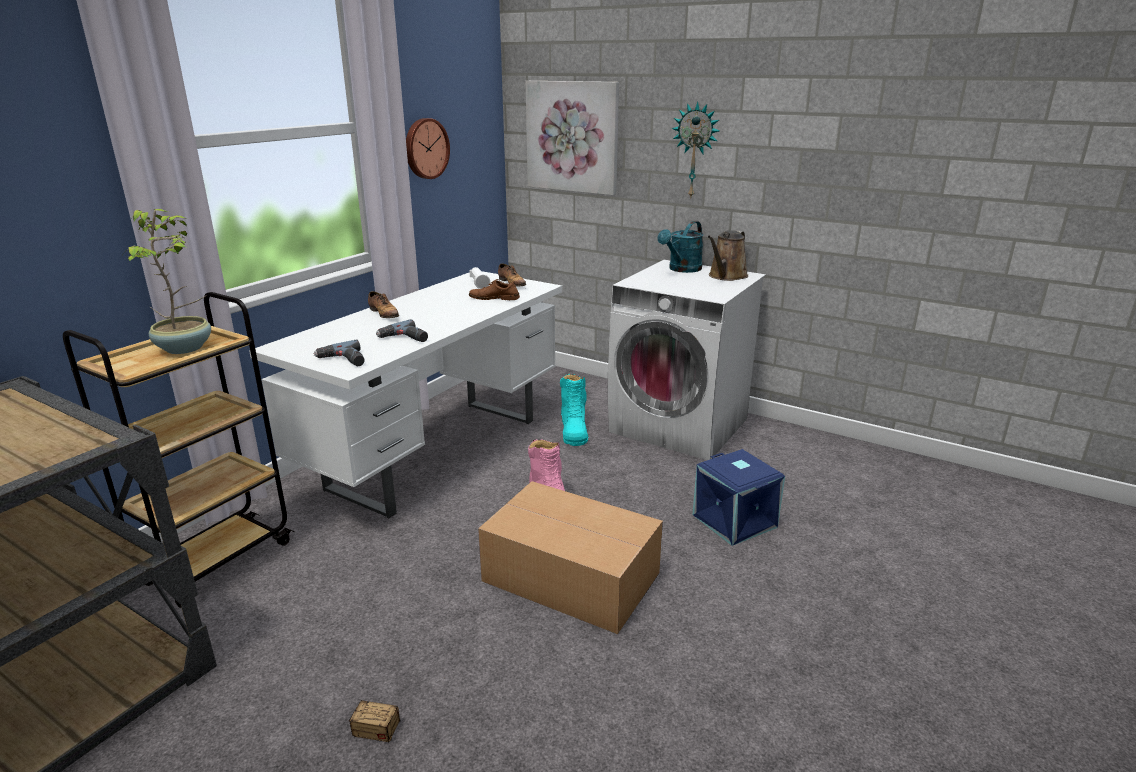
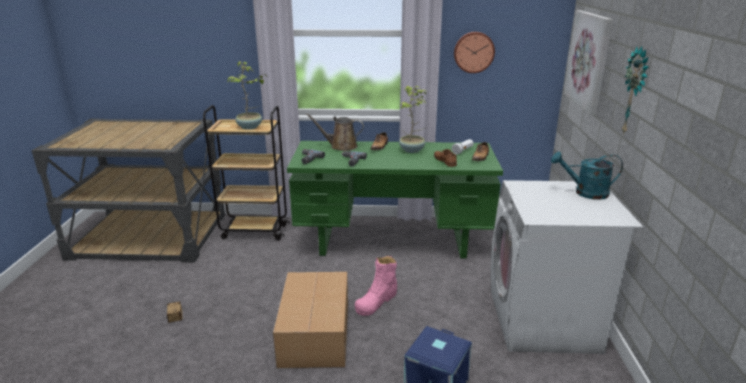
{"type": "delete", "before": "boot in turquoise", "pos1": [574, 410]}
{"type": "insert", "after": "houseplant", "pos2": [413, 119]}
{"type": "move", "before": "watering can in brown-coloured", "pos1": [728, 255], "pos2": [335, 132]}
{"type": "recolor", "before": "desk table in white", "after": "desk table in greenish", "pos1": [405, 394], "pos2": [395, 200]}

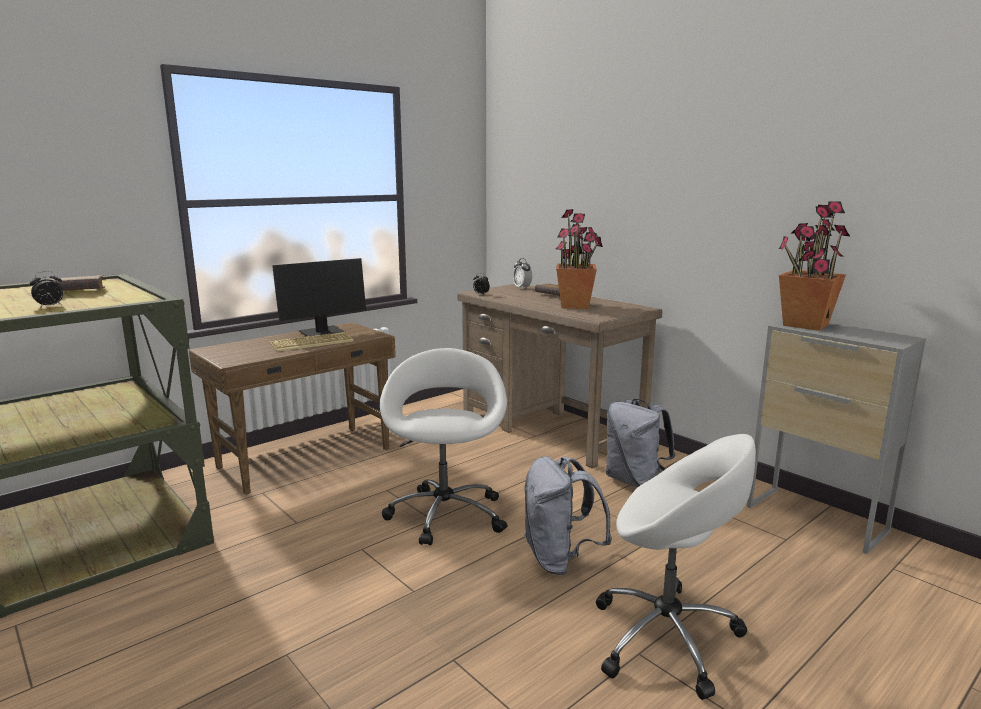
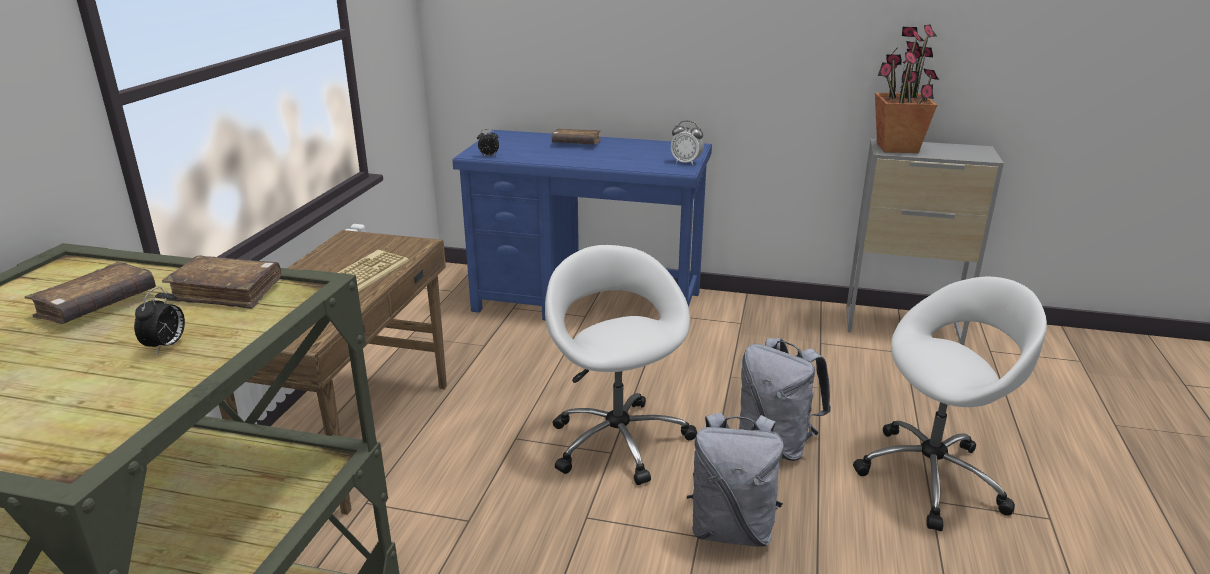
{"type": "delete", "before": "computer display", "pos1": [319, 297]}
{"type": "delete", "before": "houseplant", "pos1": [579, 259]}
{"type": "insert", "after": "bound book in brown-coloured", "pos2": [221, 282]}
{"type": "move", "before": "alarm clock", "pos1": [522, 273], "pos2": [687, 143]}
{"type": "move", "before": "backpack in gray", "pos1": [640, 443], "pos2": [735, 479]}
{"type": "recolor", "before": "desk table in brown-coloured", "after": "desk table in blue", "pos1": [560, 376], "pos2": [582, 225]}

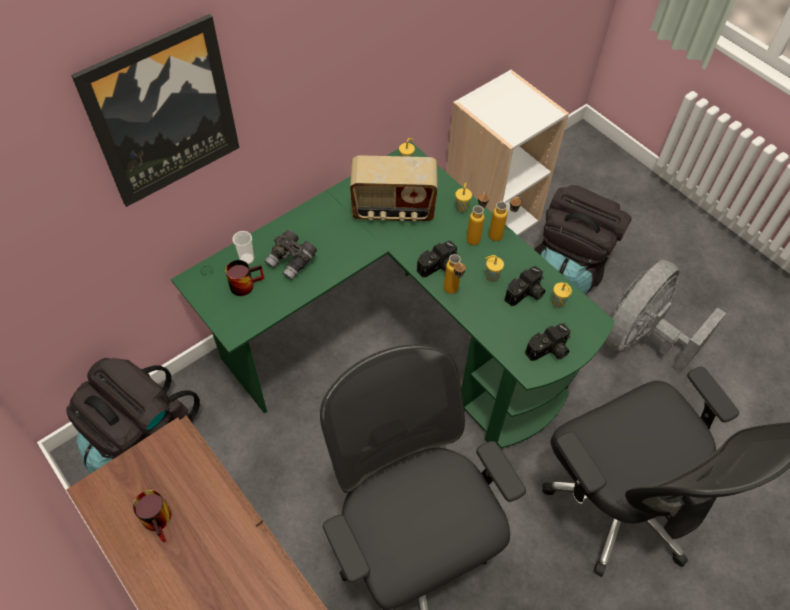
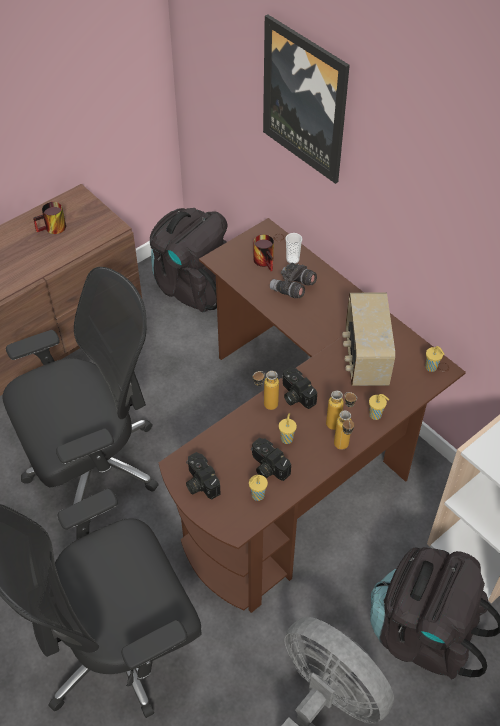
{"type": "recolor", "before": "desk table in greenish", "after": "desk table in brown-coloured", "pos1": [393, 295], "pos2": [312, 415]}

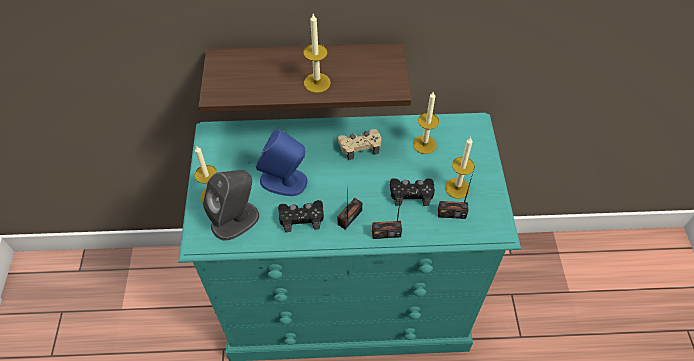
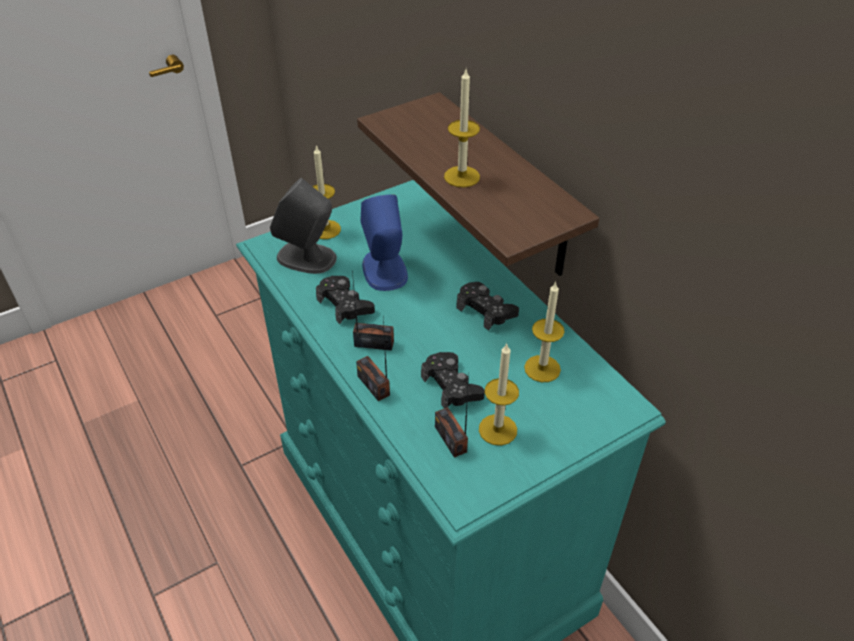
{"type": "recolor", "before": "game controller in beige", "after": "game controller in black-coloured", "pos1": [359, 144], "pos2": [487, 306]}

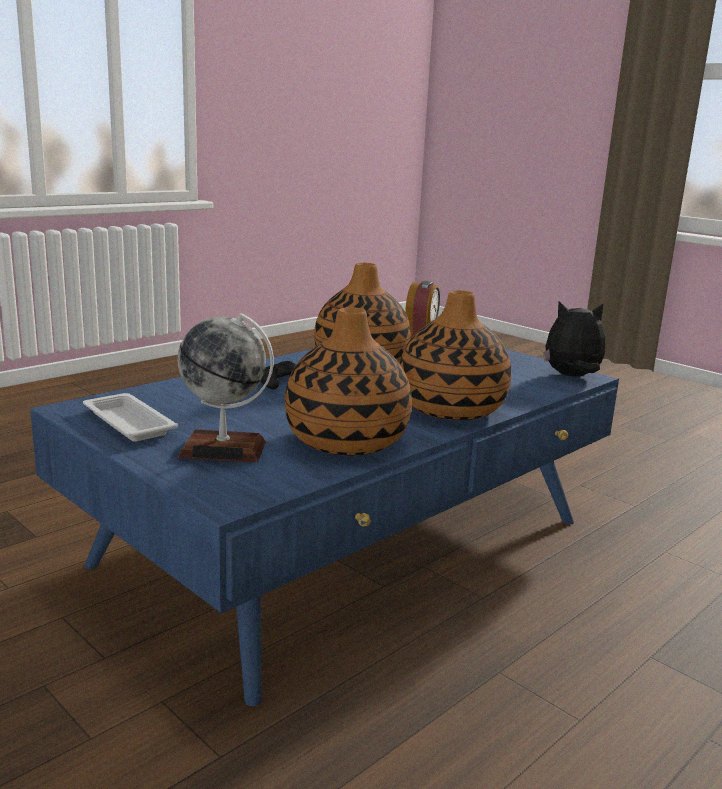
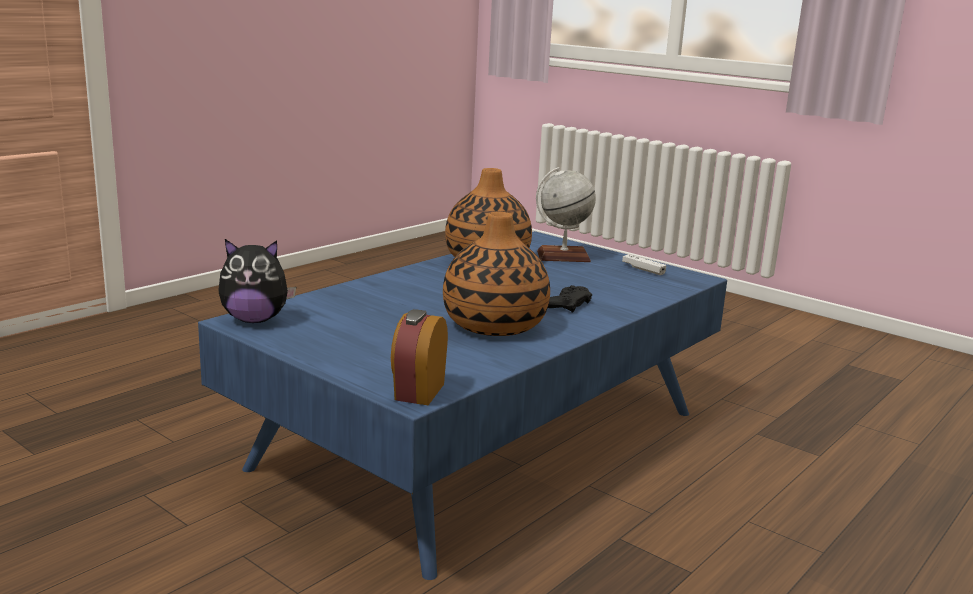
{"type": "delete", "before": "decorative vase", "pos1": [456, 355]}
{"type": "replace", "before": "tray in white", "after": "game controller in white", "pos1": [130, 417], "pos2": [644, 264]}

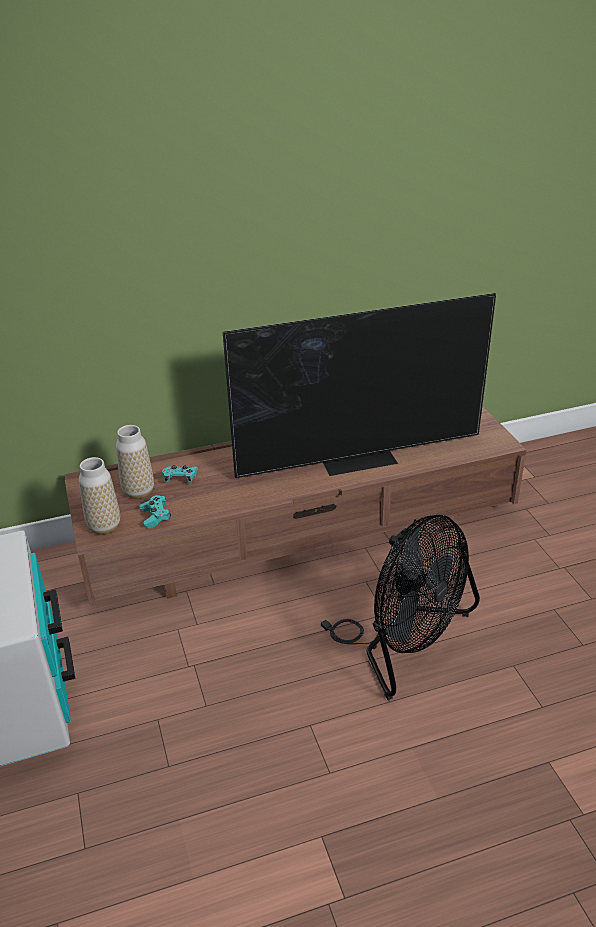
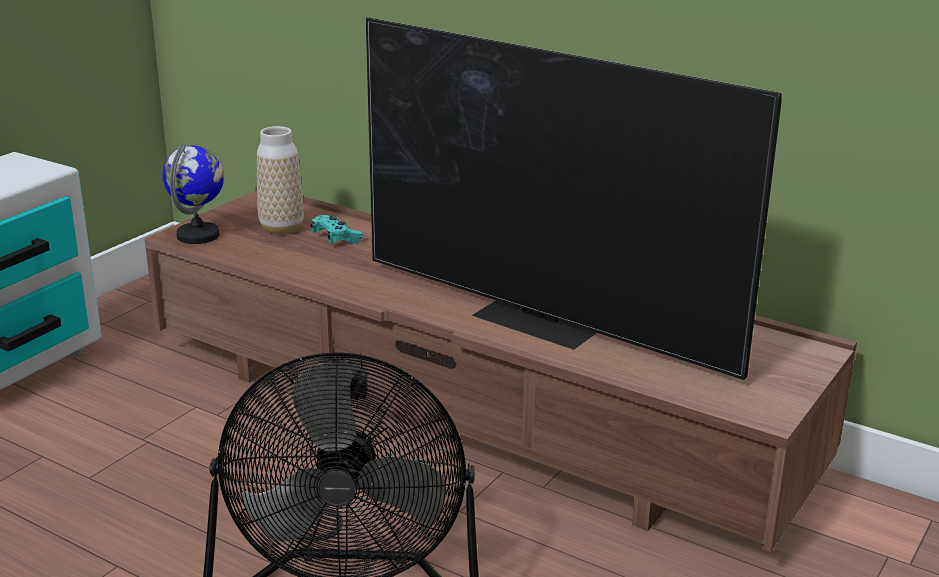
{"type": "delete", "before": "game controller in turquoise", "pos1": [155, 512]}
{"type": "replace", "before": "decorative vase", "after": "globe", "pos1": [99, 495], "pos2": [193, 193]}

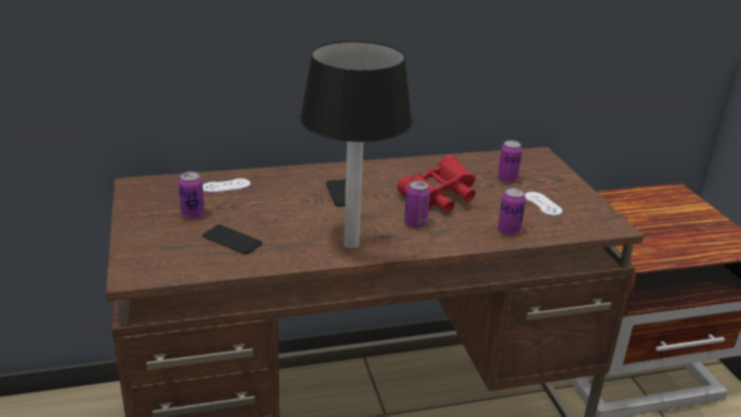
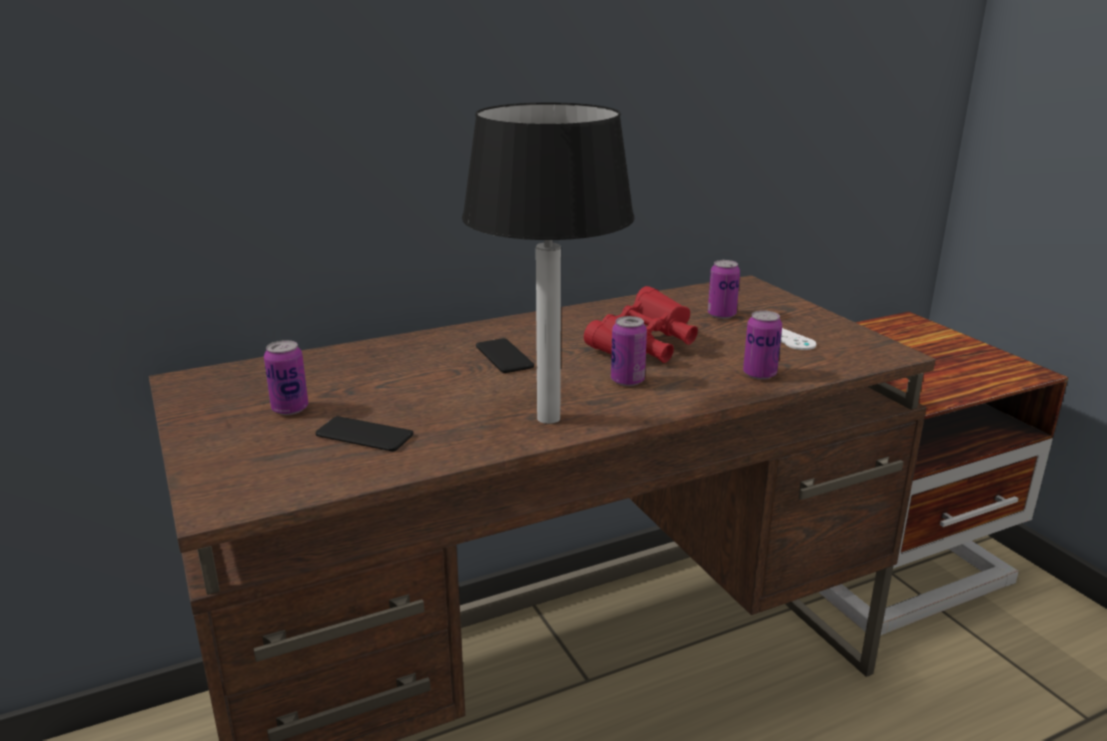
{"type": "delete", "before": "game controller in white", "pos1": [226, 185]}

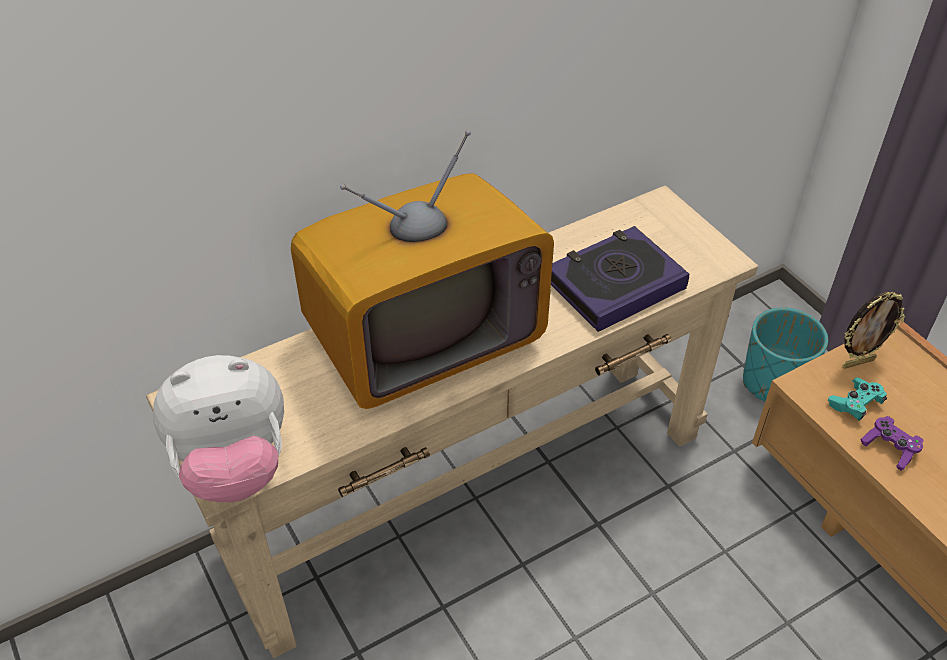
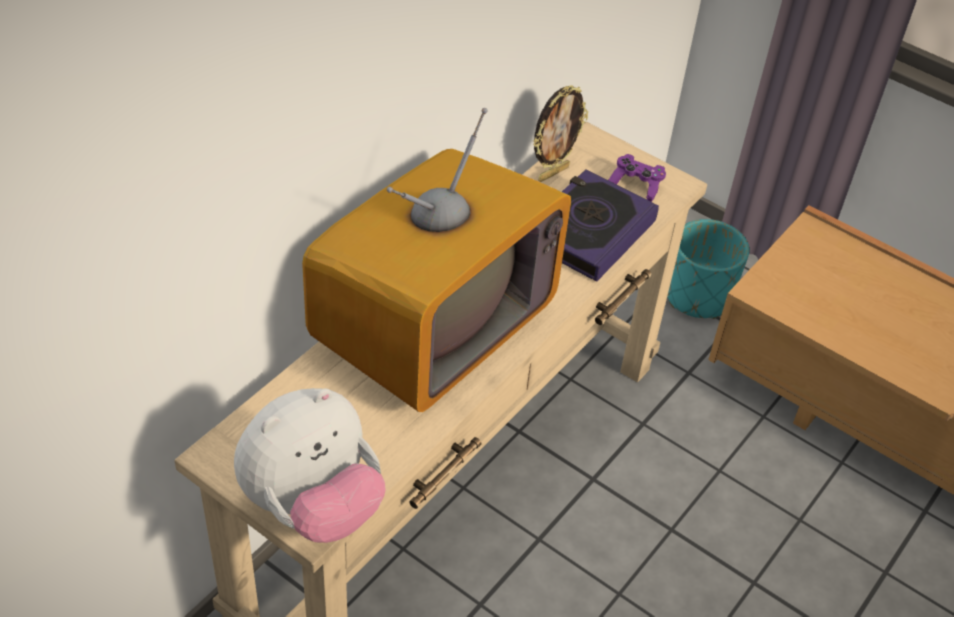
{"type": "delete", "before": "game controller in turquoise", "pos1": [857, 399]}
{"type": "move", "before": "picture frame", "pos1": [873, 330], "pos2": [560, 133]}
{"type": "move", "before": "game controller in purplish", "pos1": [892, 443], "pos2": [637, 178]}

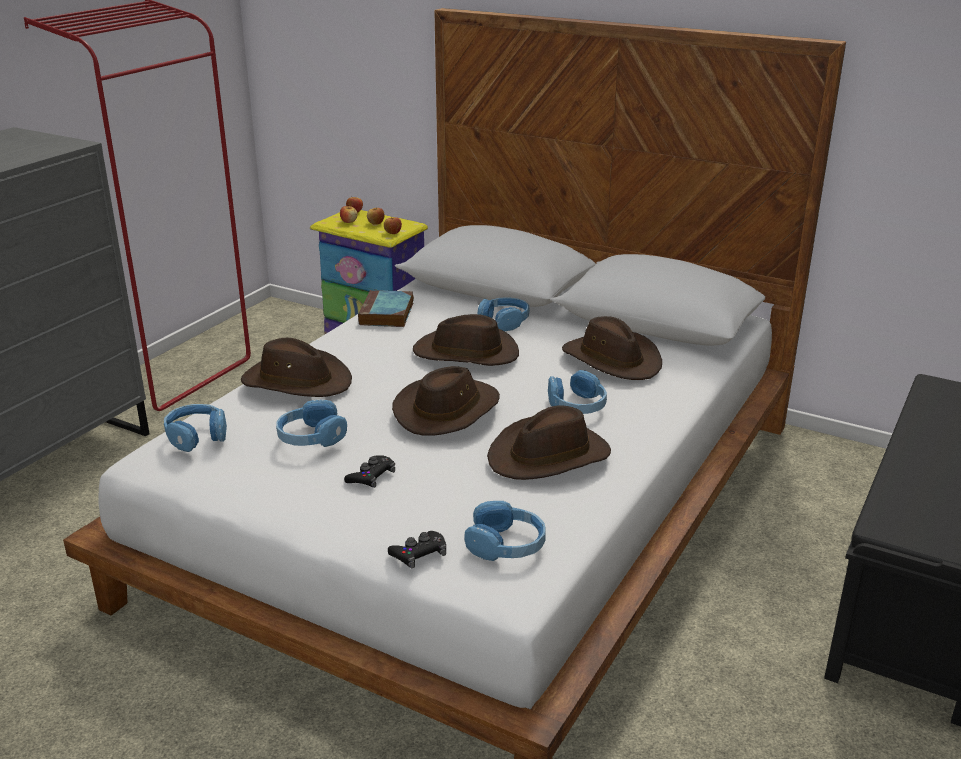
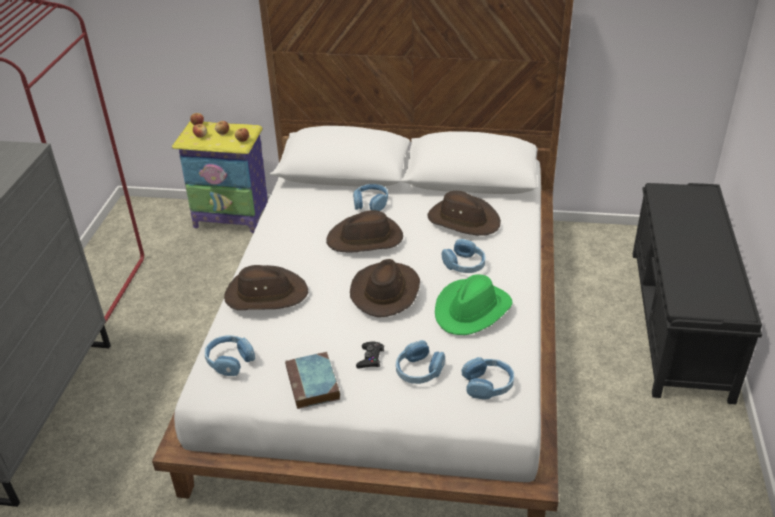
{"type": "delete", "before": "game controller in black-coloured", "pos1": [417, 550]}
{"type": "move", "before": "headset in blue", "pos1": [311, 423], "pos2": [420, 362]}
{"type": "move", "before": "bound book", "pos1": [386, 308], "pos2": [312, 380]}
{"type": "recolor", "before": "clothing hat in brown-coloured", "after": "clothing hat in greenish", "pos1": [549, 443], "pos2": [474, 304]}

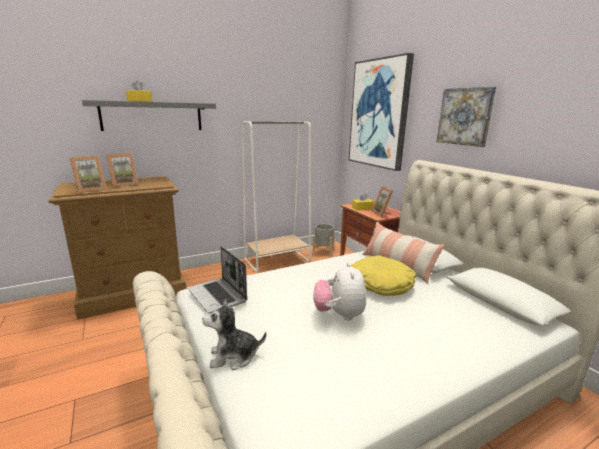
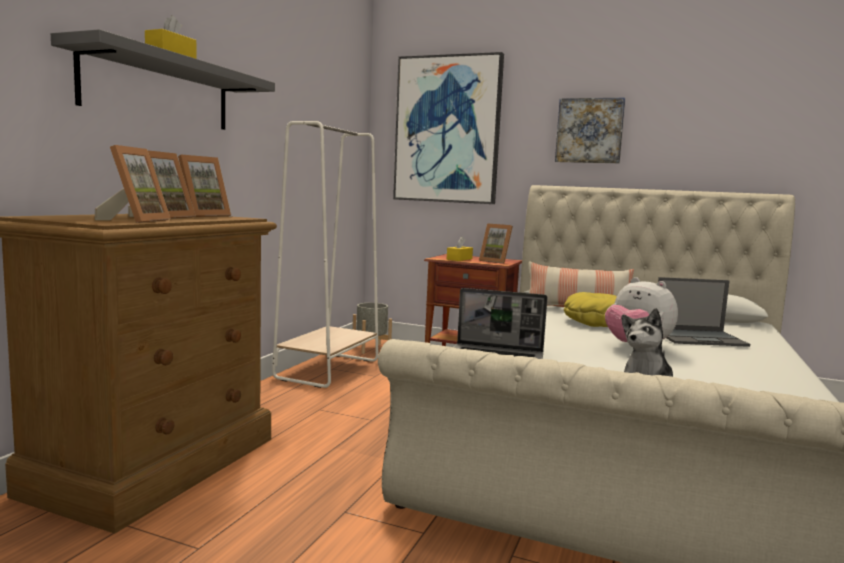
{"type": "insert", "after": "picture frame", "pos2": [204, 185]}
{"type": "insert", "after": "notebook computer", "pos2": [704, 312]}

